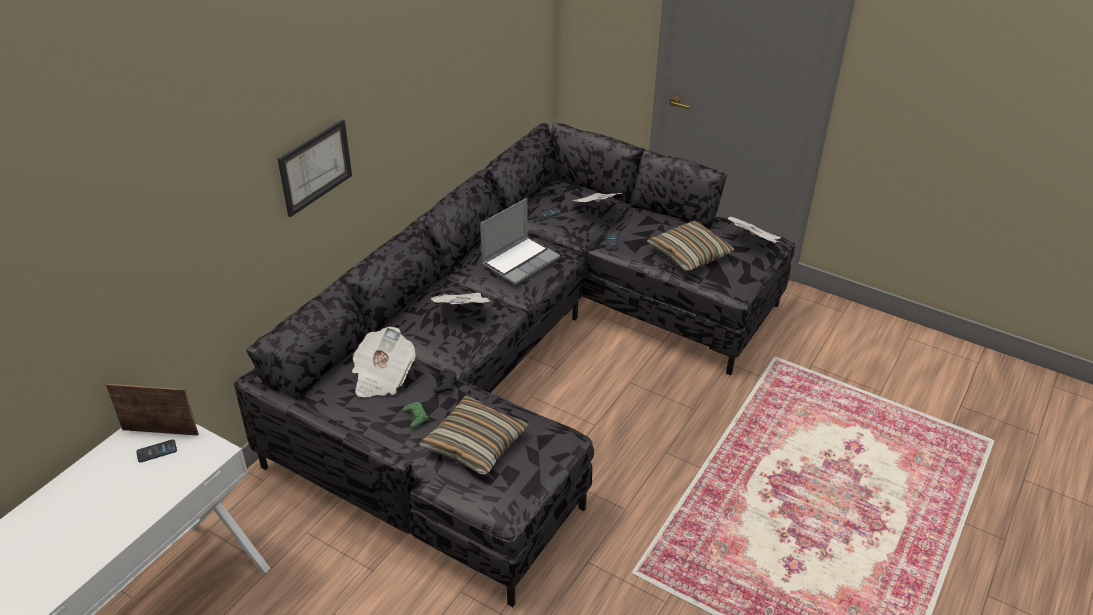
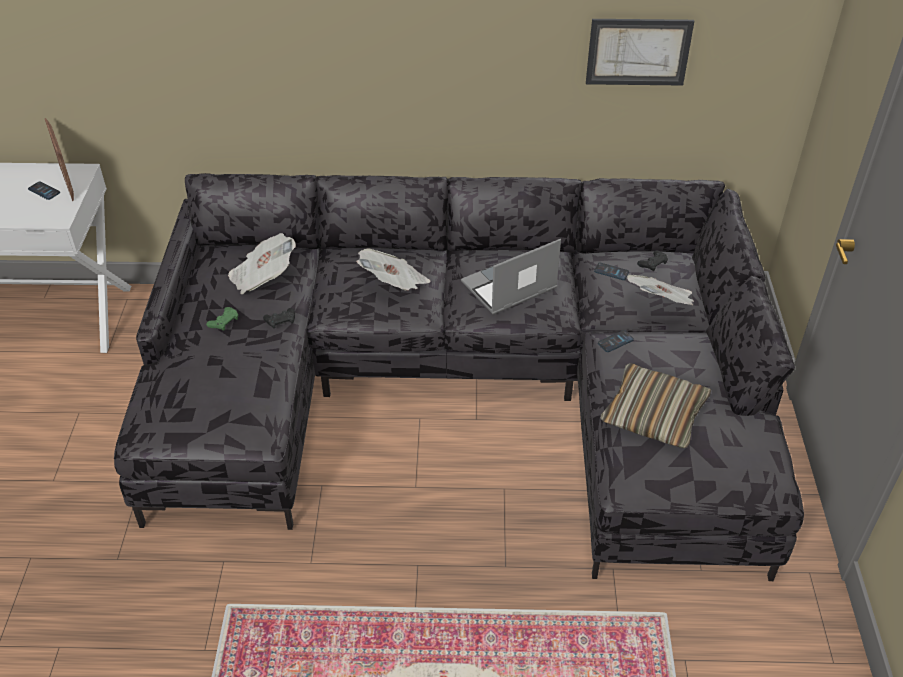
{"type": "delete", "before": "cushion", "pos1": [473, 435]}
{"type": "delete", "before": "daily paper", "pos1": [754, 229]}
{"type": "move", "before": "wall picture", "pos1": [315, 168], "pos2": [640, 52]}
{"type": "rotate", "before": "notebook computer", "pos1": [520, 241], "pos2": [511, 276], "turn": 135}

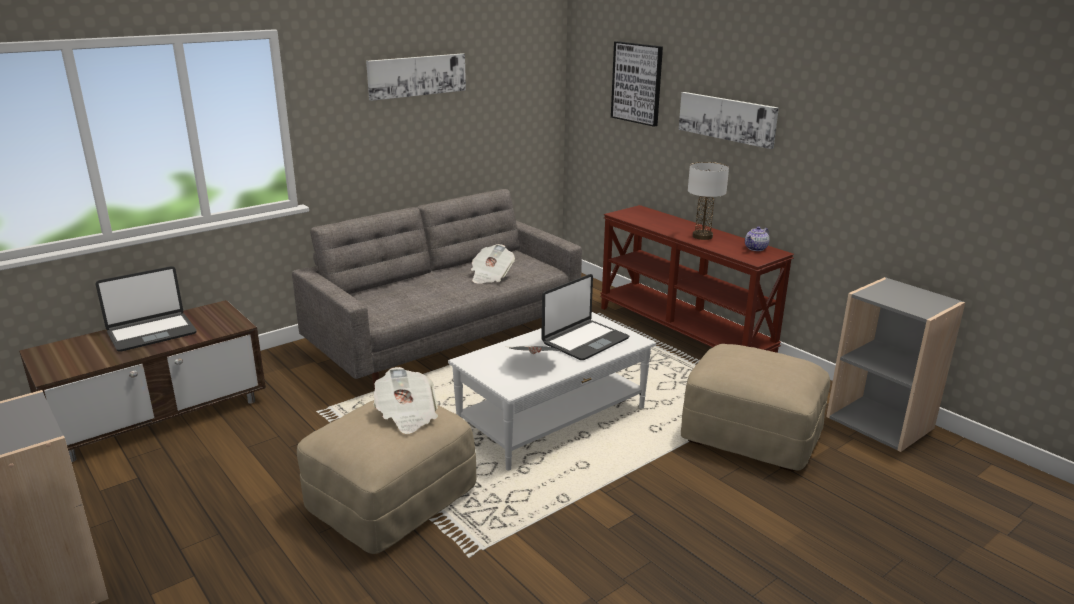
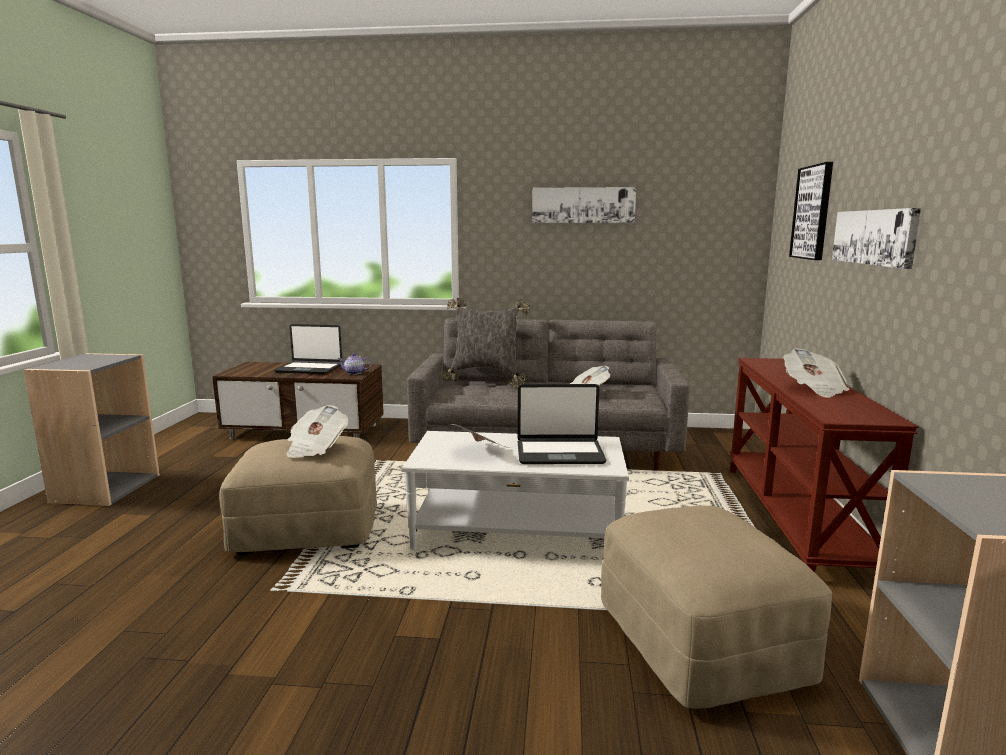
{"type": "insert", "after": "cushion", "pos2": [485, 342]}
{"type": "move", "before": "tea pot", "pos1": [757, 238], "pos2": [354, 364]}
{"type": "replace", "before": "tabletop lamp", "after": "daily paper", "pos1": [708, 201], "pos2": [816, 373]}

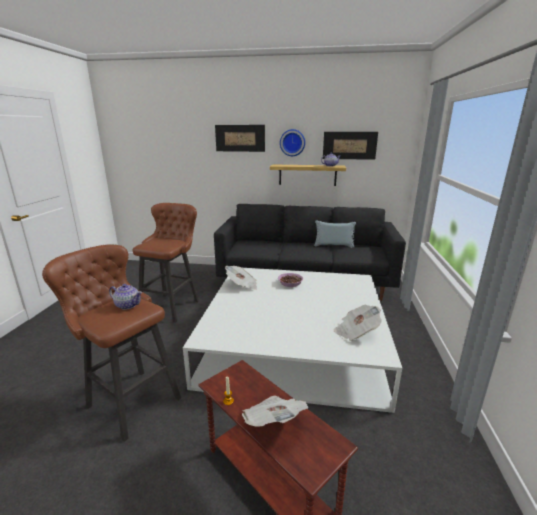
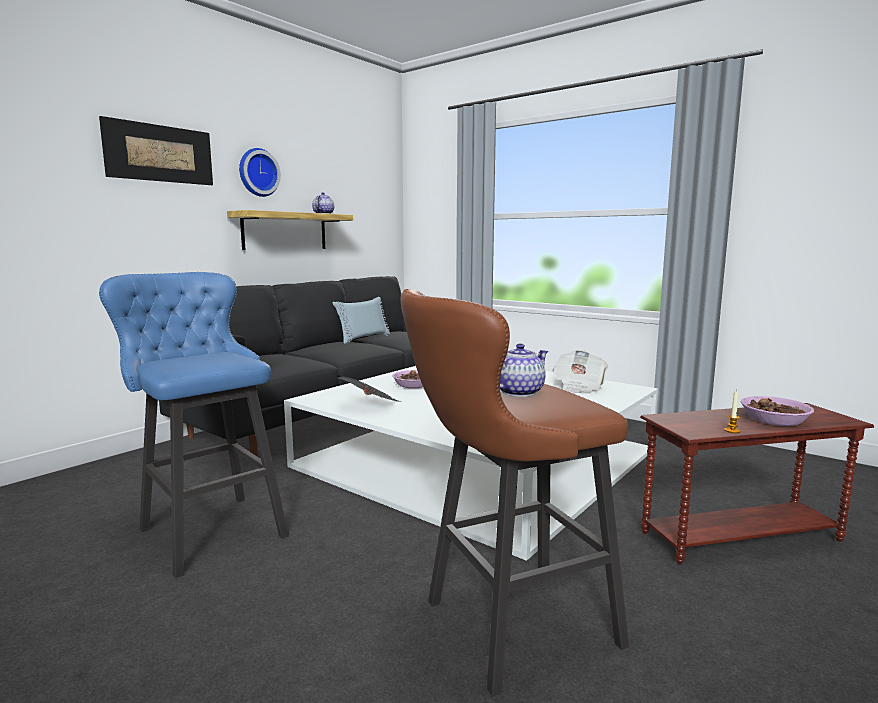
{"type": "delete", "before": "wall picture", "pos1": [350, 146]}
{"type": "replace", "before": "daily paper", "after": "serving bowl", "pos1": [275, 411], "pos2": [777, 411]}
{"type": "recolor", "before": "sitting stool in brown-coloured", "after": "sitting stool in blue", "pos1": [165, 263], "pos2": [194, 425]}

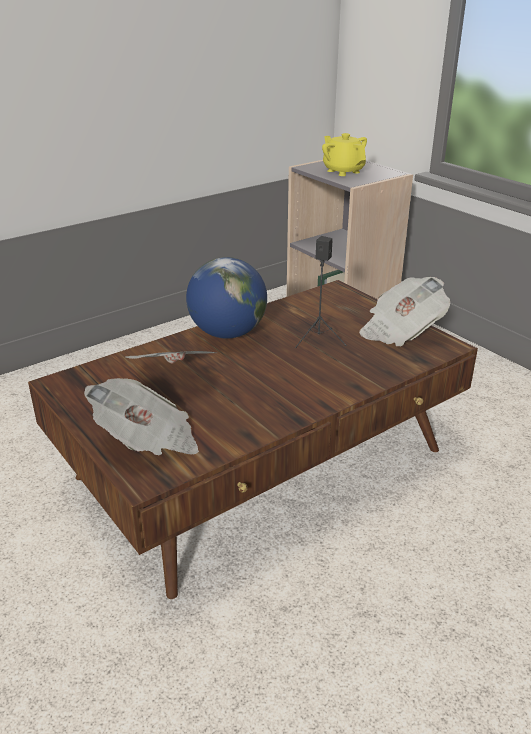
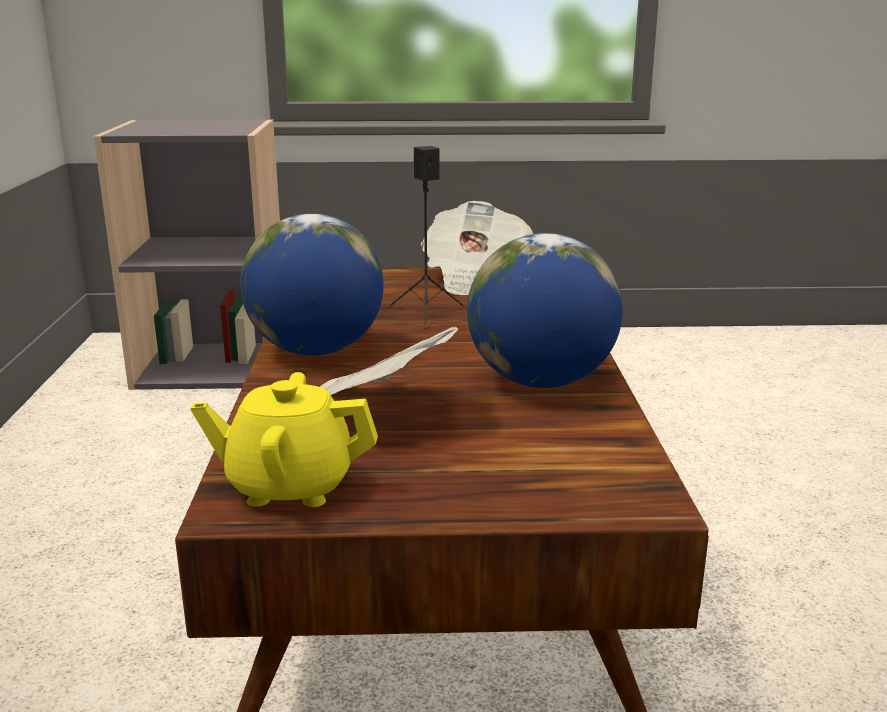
{"type": "delete", "before": "daily paper", "pos1": [141, 417]}
{"type": "insert", "after": "globe", "pos2": [545, 310]}
{"type": "move", "before": "tea pot in yellow-coloured", "pos1": [344, 154], "pos2": [284, 439]}

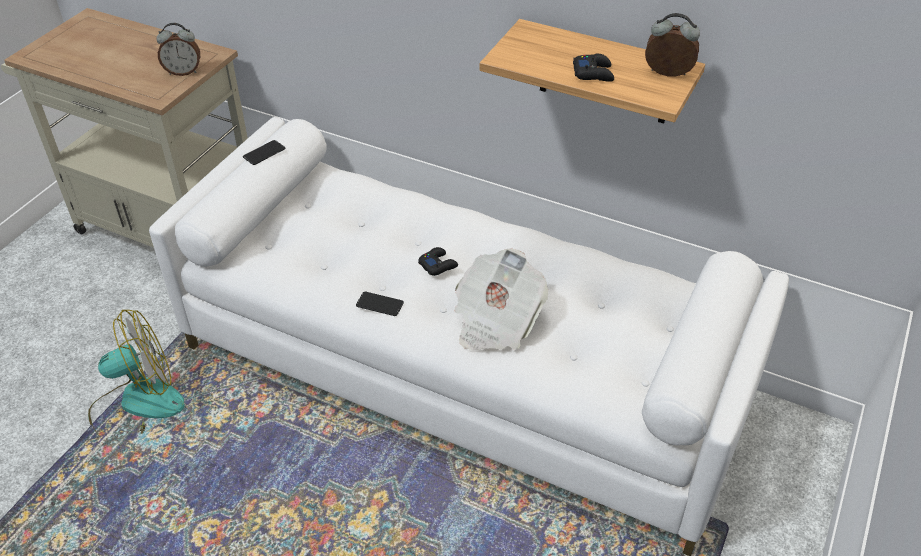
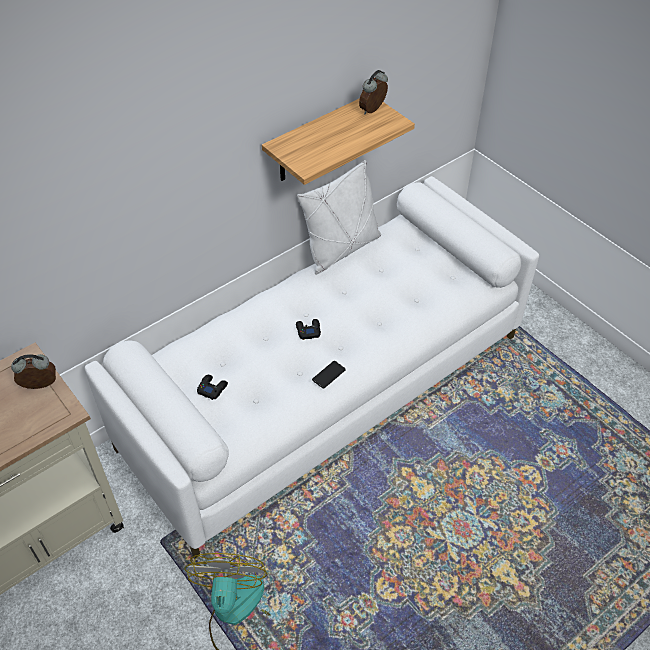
{"type": "delete", "before": "phone", "pos1": [264, 152]}
{"type": "delete", "before": "daily paper", "pos1": [501, 299]}
{"type": "insert", "after": "cushion in white", "pos2": [339, 217]}
{"type": "move", "before": "game controller in black-coloured", "pos1": [593, 68], "pos2": [212, 387]}
{"type": "rotate", "before": "alarm clock", "pos1": [178, 49], "pos2": [33, 371], "turn": -120}

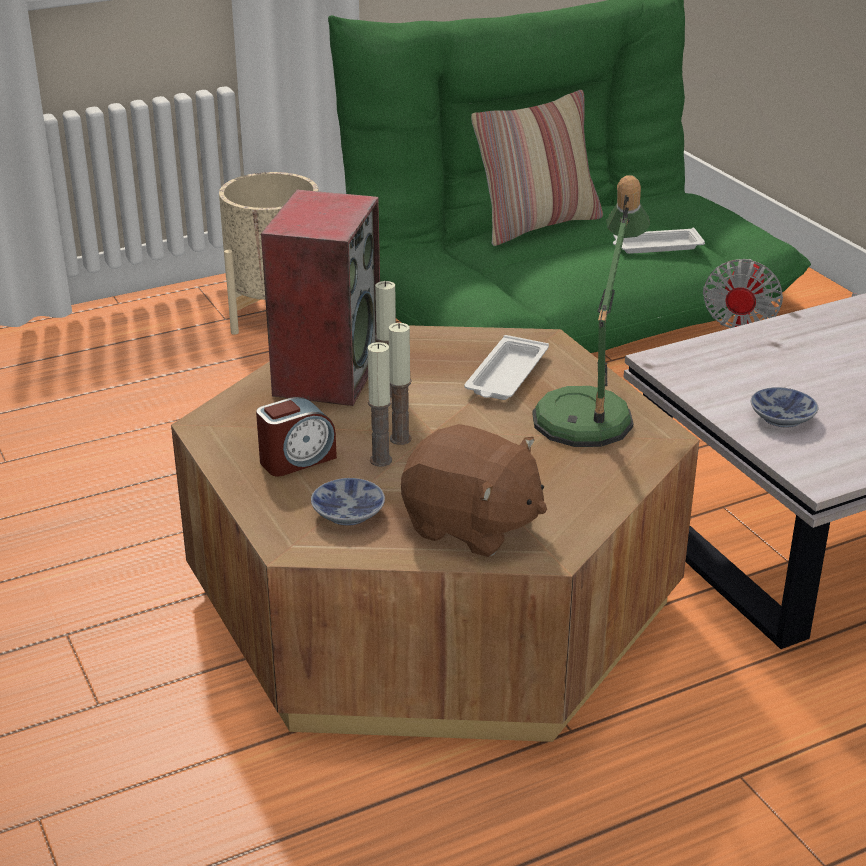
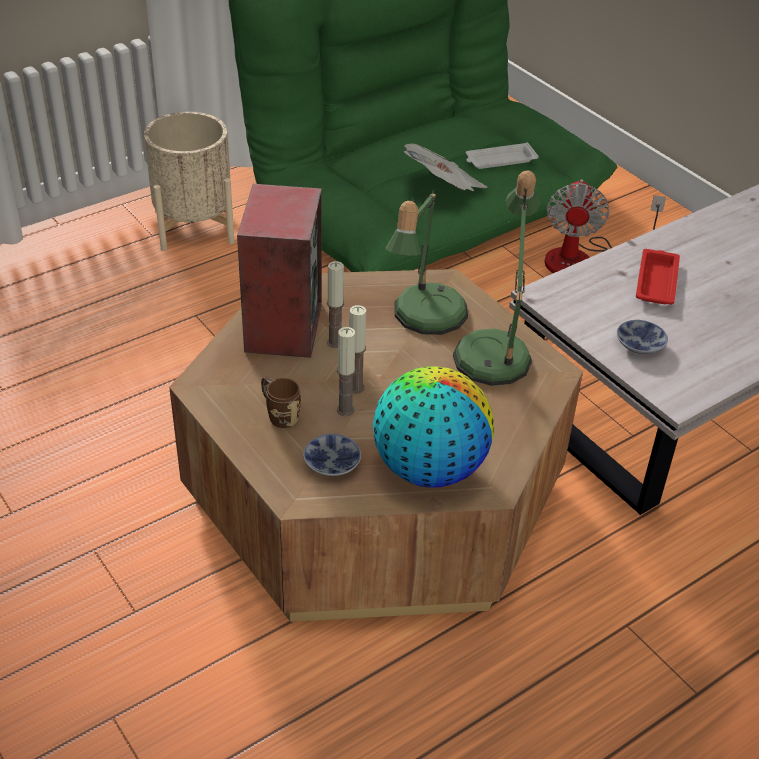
{"type": "delete", "before": "cushion", "pos1": [537, 168]}
{"type": "insert", "after": "daily paper", "pos2": [445, 167]}
{"type": "insert", "after": "tray in reddish", "pos2": [658, 277]}
{"type": "replace", "before": "alarm clock", "after": "coffee mug in brown-coloured", "pos1": [296, 436], "pos2": [281, 402]}
{"type": "replace", "before": "plush toy in brown-coloured", "after": "globe", "pos1": [474, 490], "pos2": [433, 427]}
{"type": "replace", "before": "tray in white", "after": "tabletop lamp", "pos1": [506, 367], "pos2": [426, 262]}

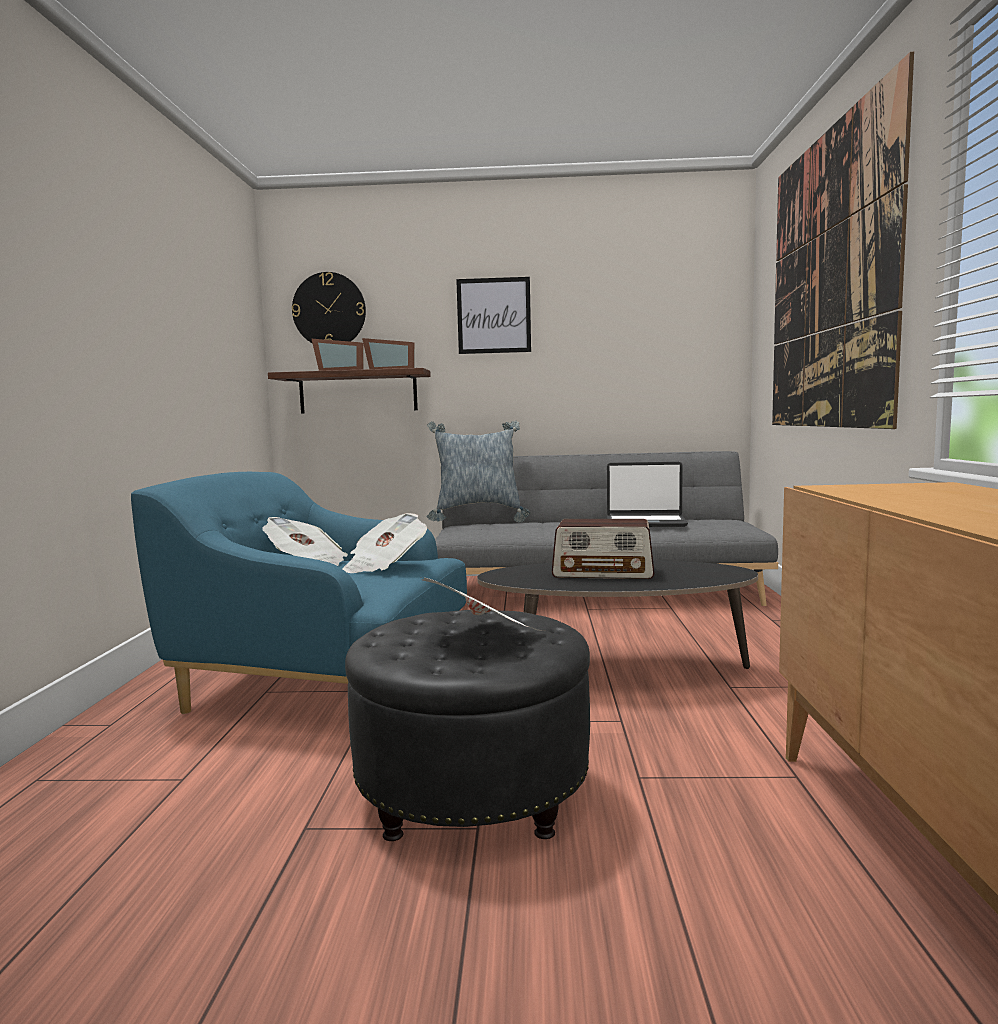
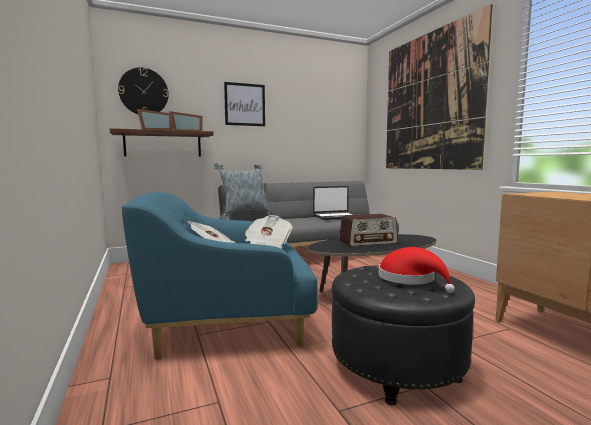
{"type": "replace", "before": "daily paper", "after": "clothing hat in reddish", "pos1": [483, 604], "pos2": [416, 270]}

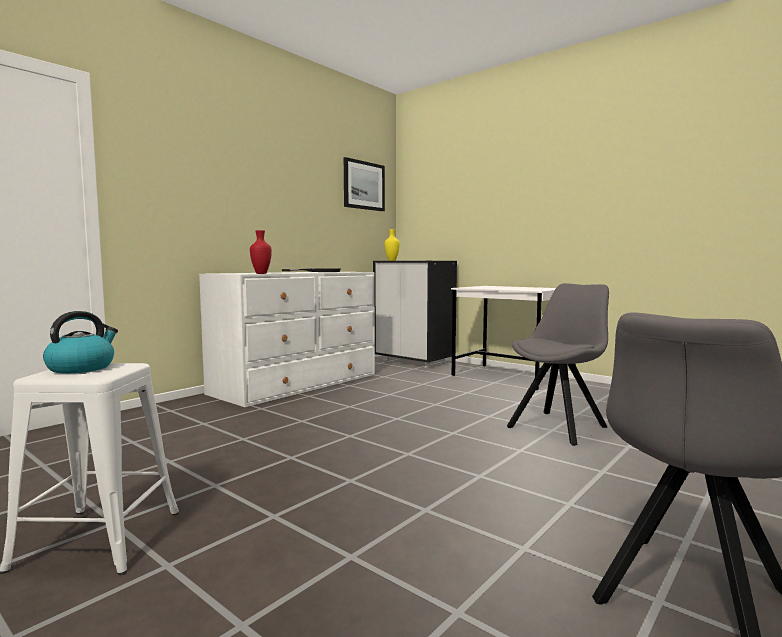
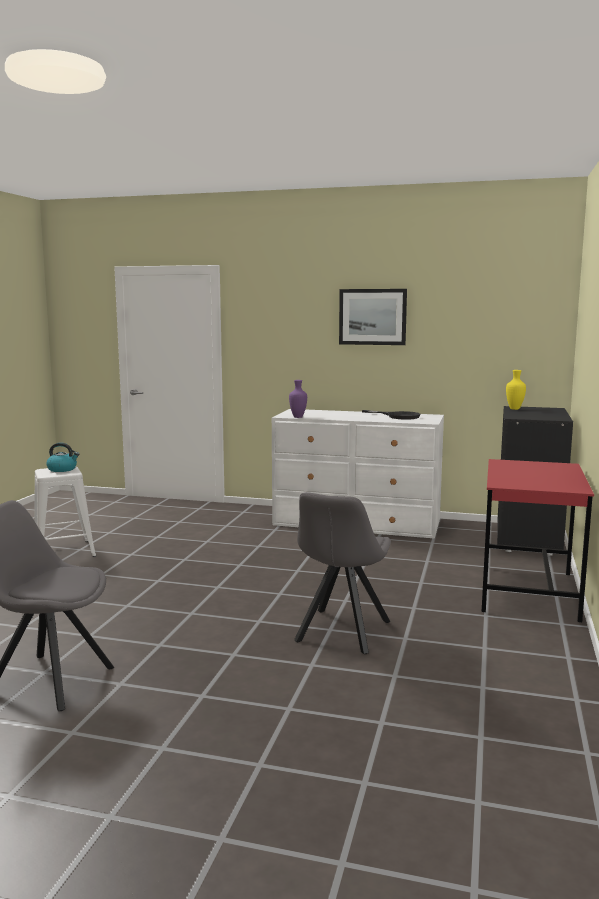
{"type": "move", "before": "wall picture", "pos1": [364, 184], "pos2": [373, 317]}
{"type": "recolor", "before": "decorative vase in reddish", "after": "decorative vase in purplish", "pos1": [261, 252], "pos2": [298, 399]}
{"type": "recolor", "before": "desk table in white", "after": "desk table in reddish", "pos1": [503, 338], "pos2": [538, 541]}
{"type": "rotate", "before": "upright chair in gray", "pos1": [558, 364], "pos2": [342, 573], "turn": 90}

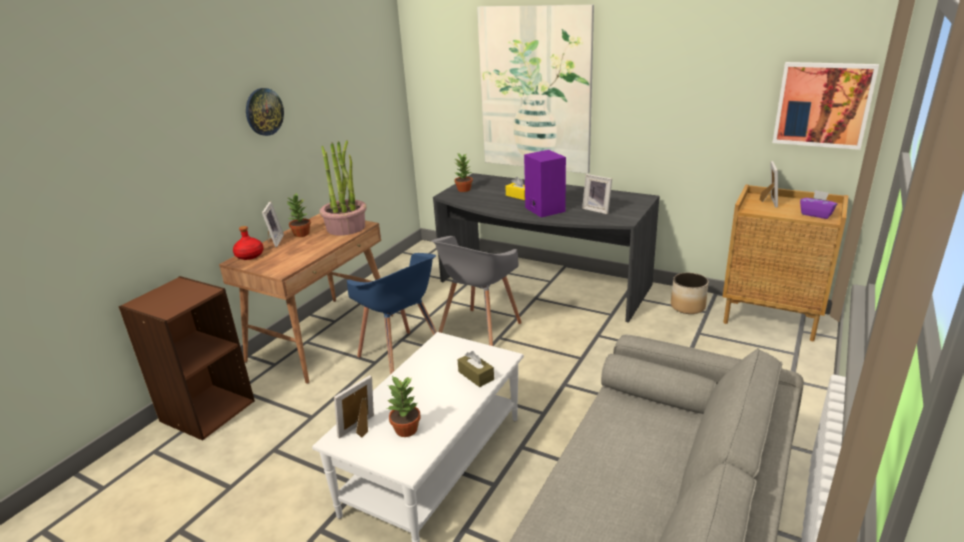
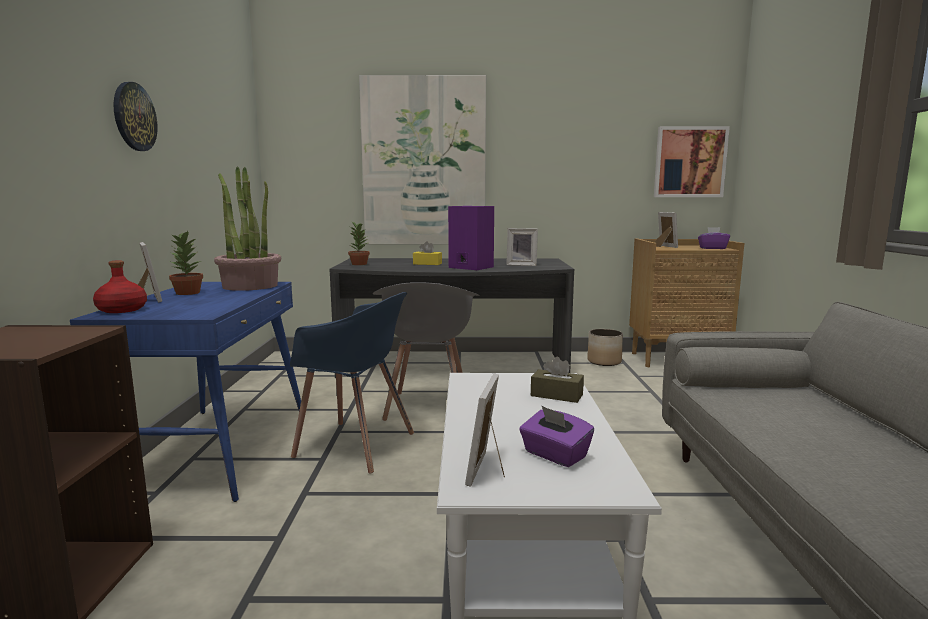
{"type": "replace", "before": "houseplant", "after": "box of tissues in purplish", "pos1": [404, 406], "pos2": [556, 436]}
{"type": "recolor", "before": "desk table in brown-coloured", "after": "desk table in blue", "pos1": [306, 299], "pos2": [185, 392]}

